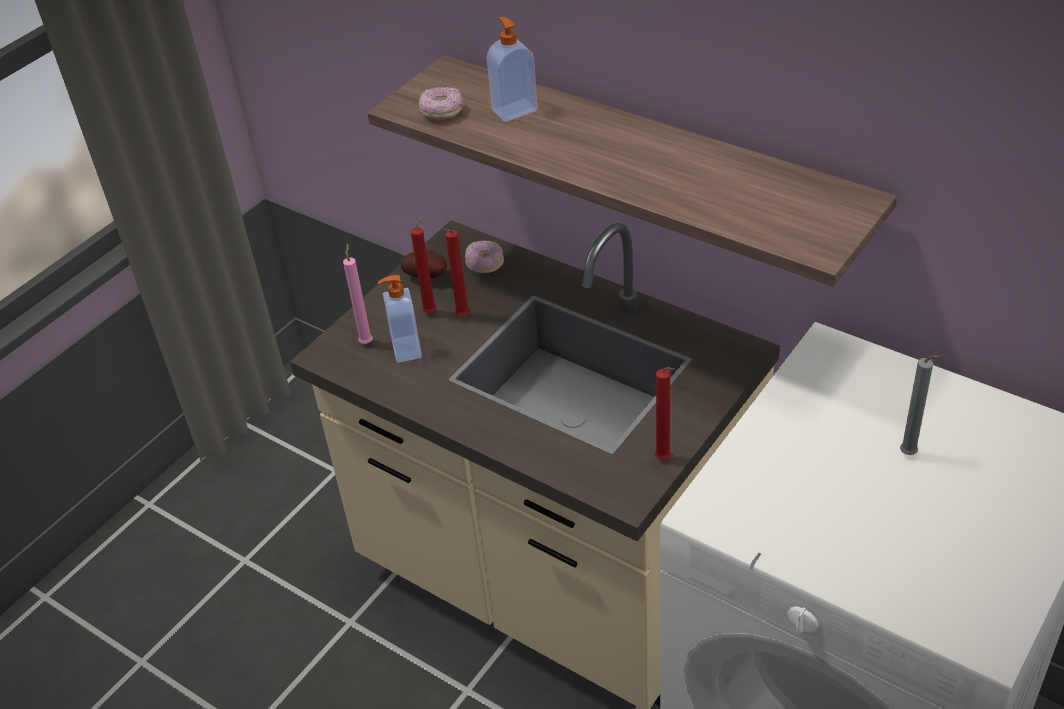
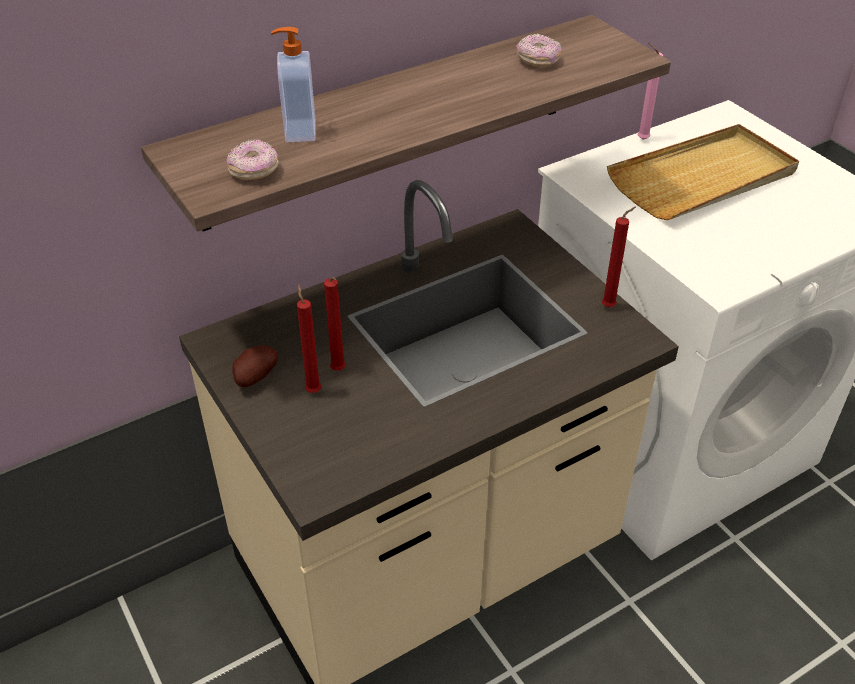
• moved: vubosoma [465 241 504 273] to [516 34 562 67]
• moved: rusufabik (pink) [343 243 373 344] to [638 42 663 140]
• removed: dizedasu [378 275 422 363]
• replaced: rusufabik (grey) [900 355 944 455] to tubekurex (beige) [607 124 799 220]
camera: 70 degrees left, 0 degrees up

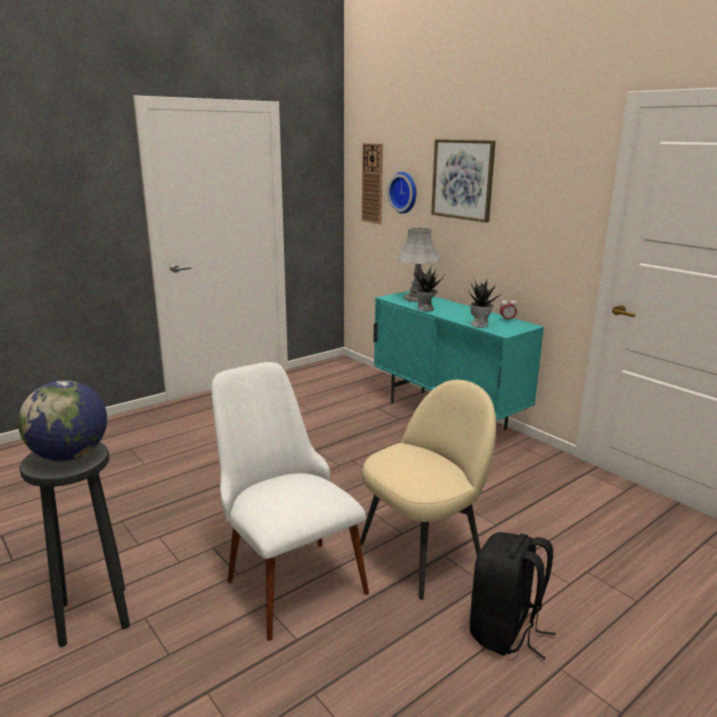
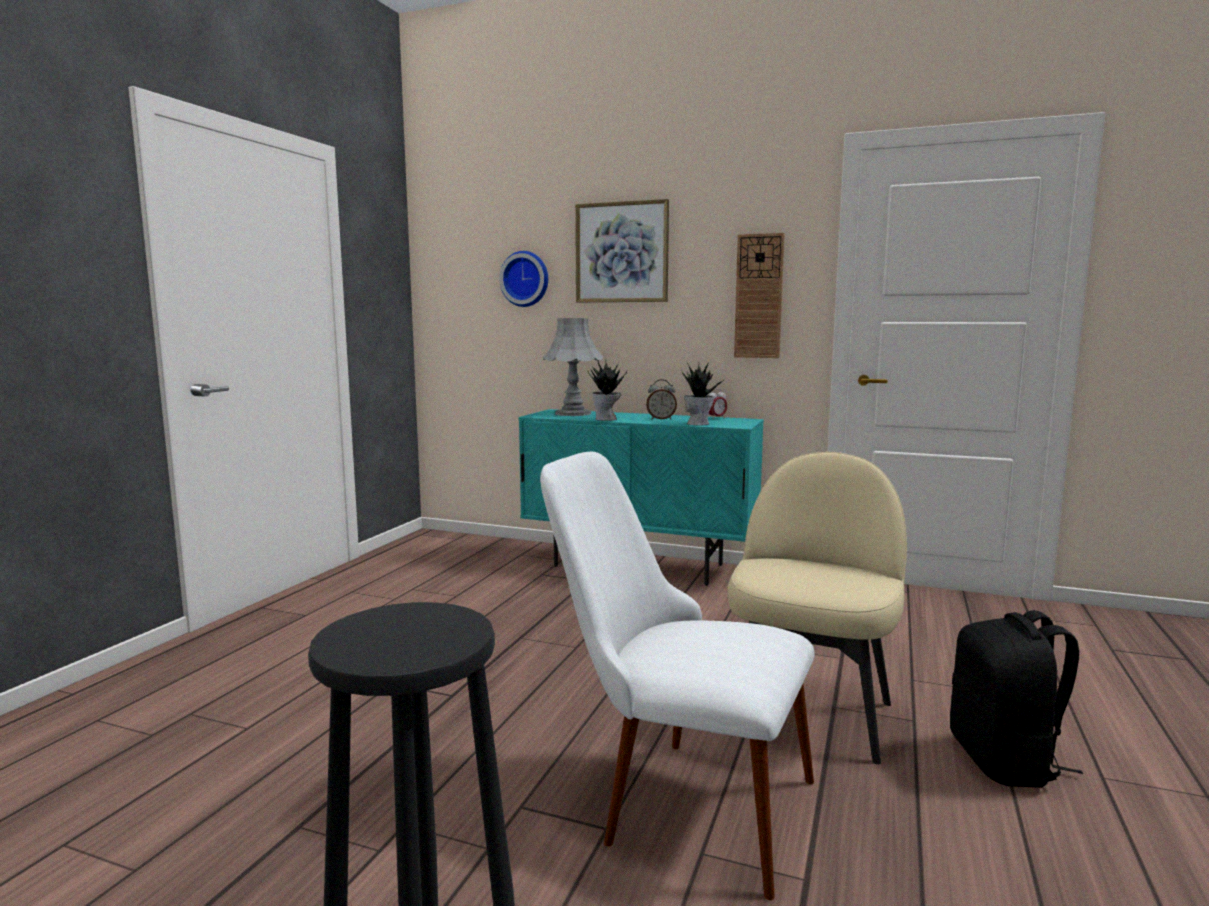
• moved: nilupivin [362 143 383 224] to [734 233 785 358]
• removed: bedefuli [18 380 107 461]
• added: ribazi [646 379 677 419]
camera: 30 degrees left, 10 degrees down

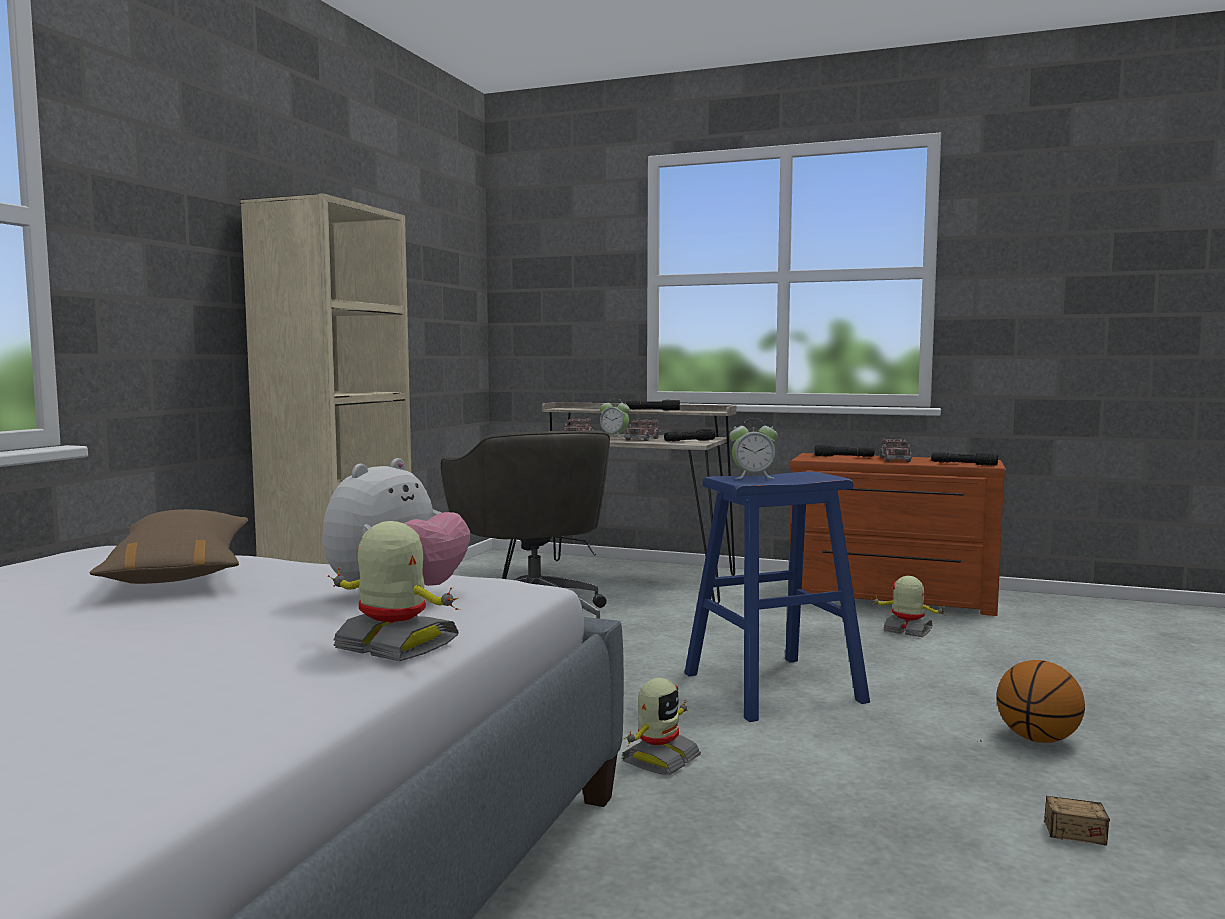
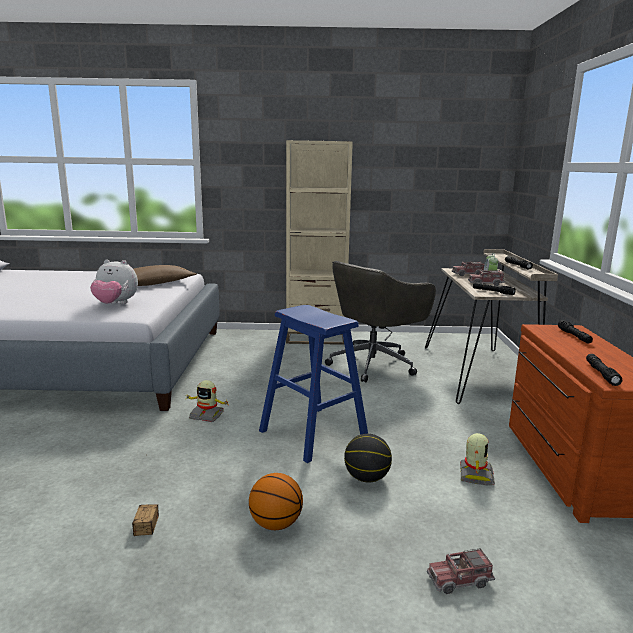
• removed: ribazi [730 418 778 479]
• moved: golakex [879 437 912 462] to [427 548 495 594]
• removed: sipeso [328 521 459 661]
• added: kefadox [344 434 392 483]
camera: 70 degrees right, 10 degrees up

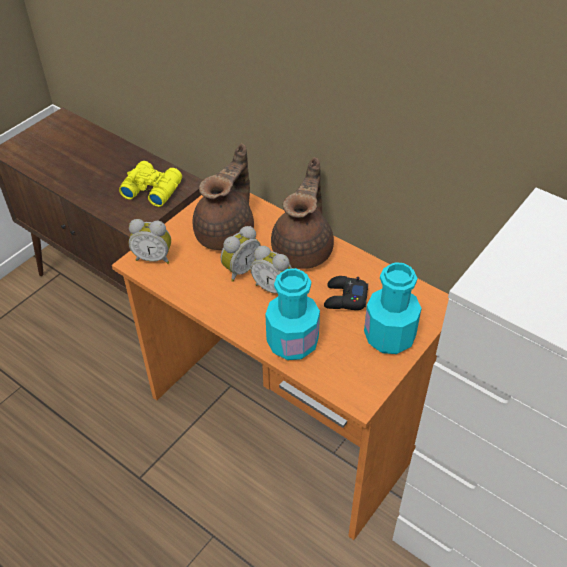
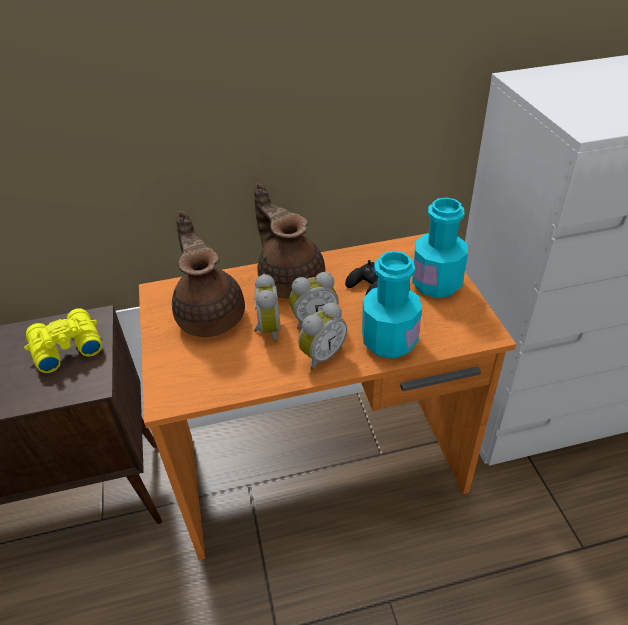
• moved: ribazi [128 219 171 264] to [298 302 347 370]
camera: 50 degrees left, 5 degrees down

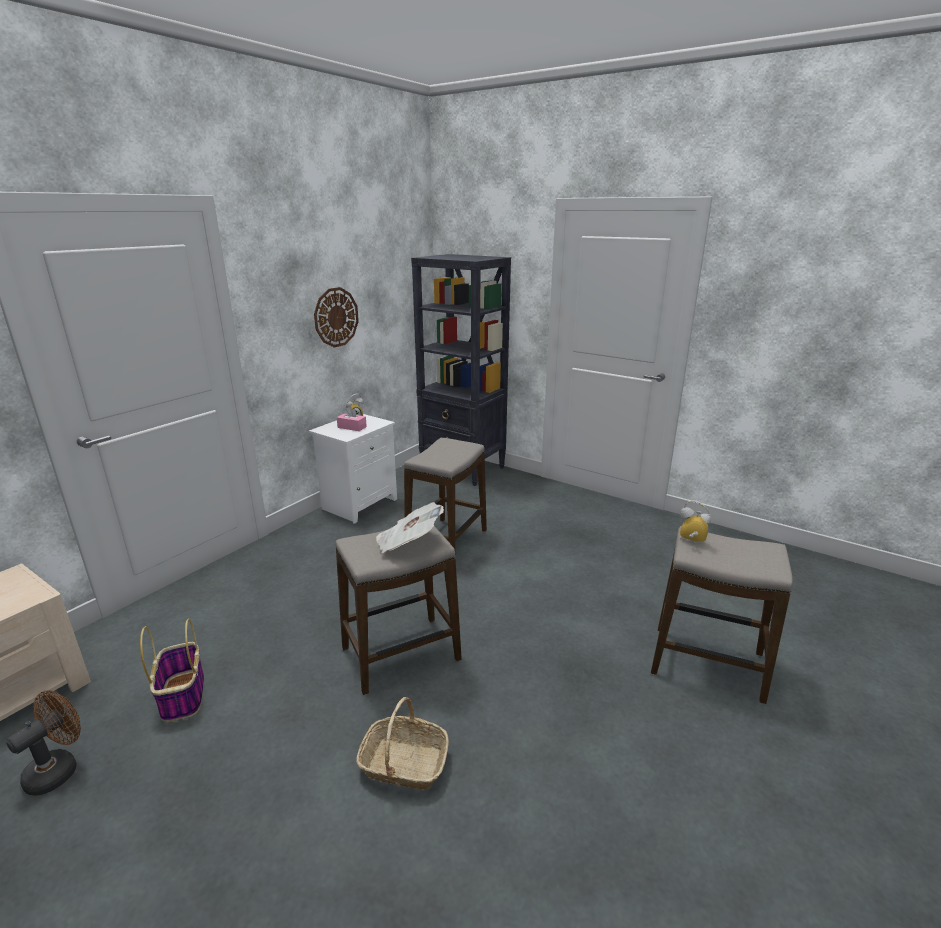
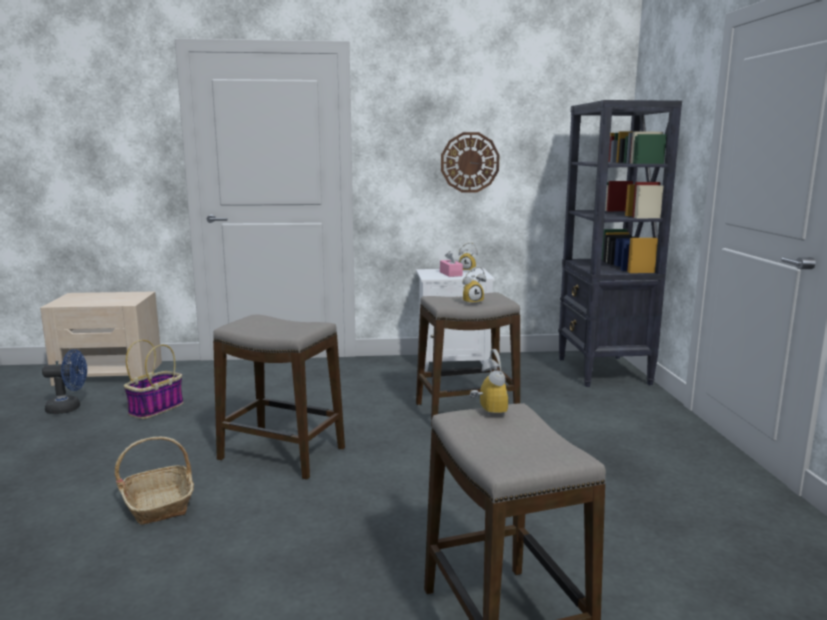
• removed: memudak [376 502 444 553]
• recoloured: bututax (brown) [6 690 81 796] to bututax (blue) [42 349 87 414]
• added: ribazi [463 266 486 304]
camera: 50 degrees right, 10 degrees down

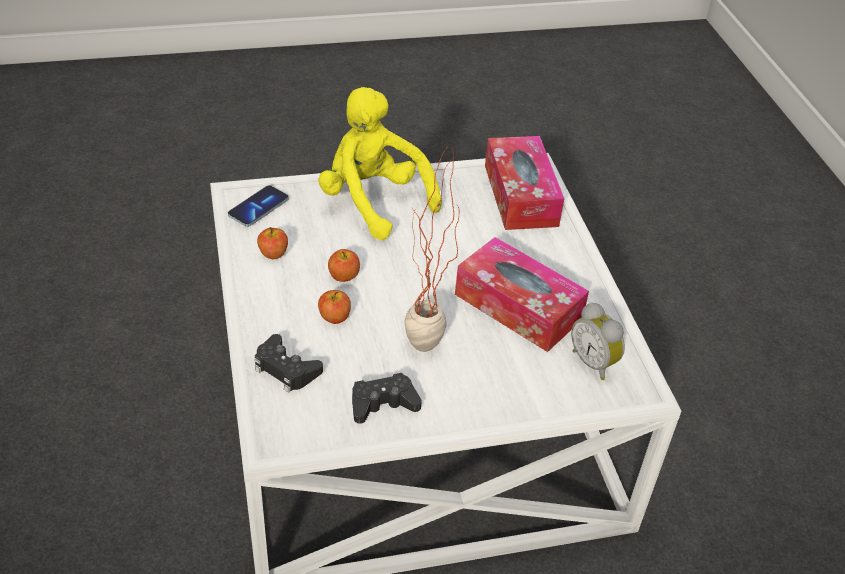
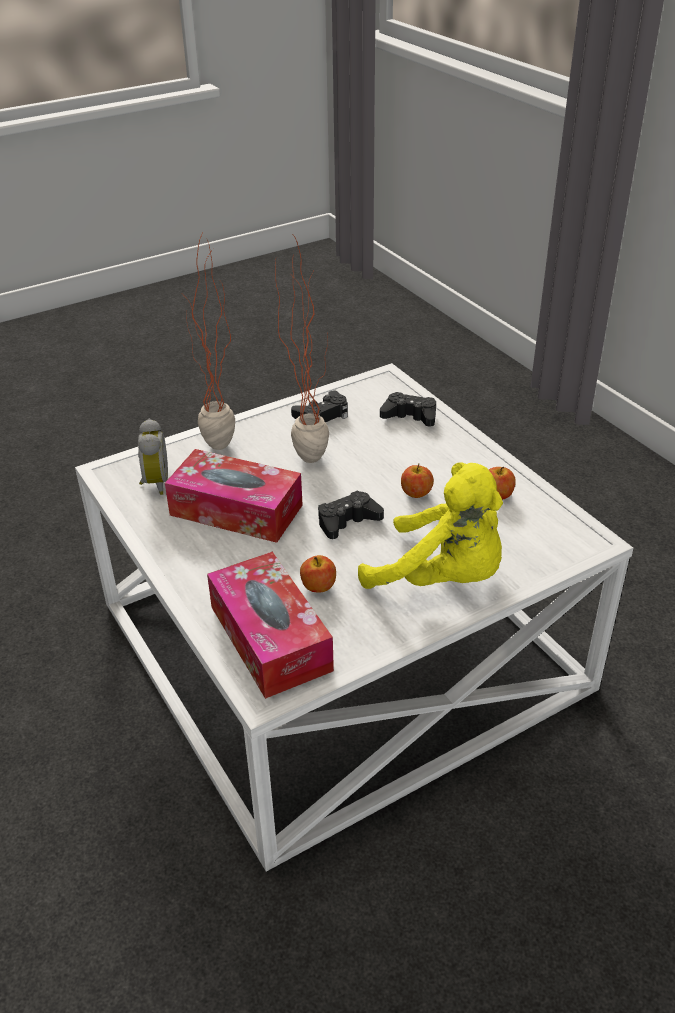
• removed: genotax [228 185 289 227]
• moved: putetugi [318 290 351 324] to [300 555 336 593]
• turned: ribazi [571 302 625 380] = [138 419 168 495] 45 degrees clockwise
• added: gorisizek [185 233 235 450]
• added: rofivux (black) [318 490 384 539]
camera: 165 degrees right, 5 degrees down

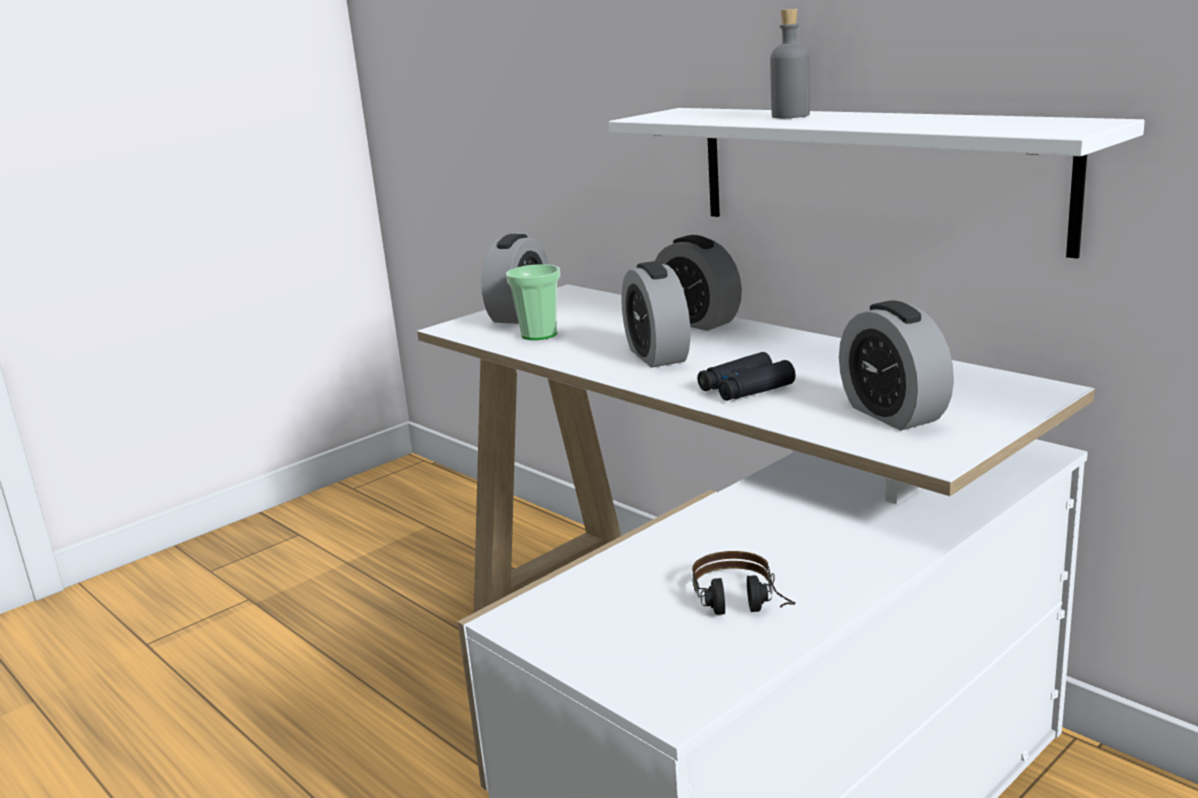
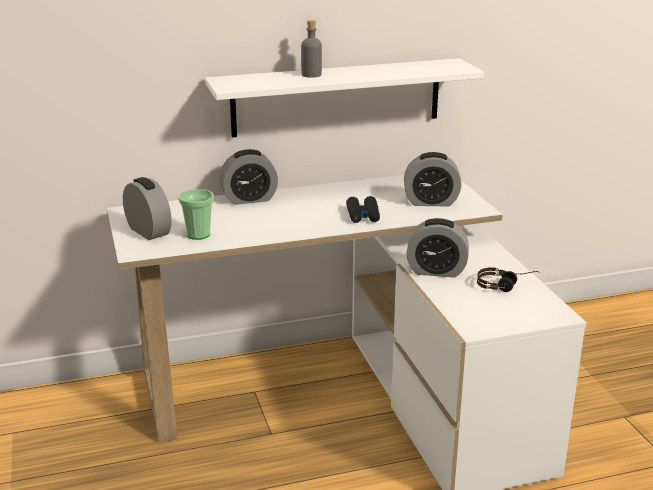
• moved: ribazi [621 261 690 368] to [406 218 469 278]
camera: 65 degrees left, 5 degrees up

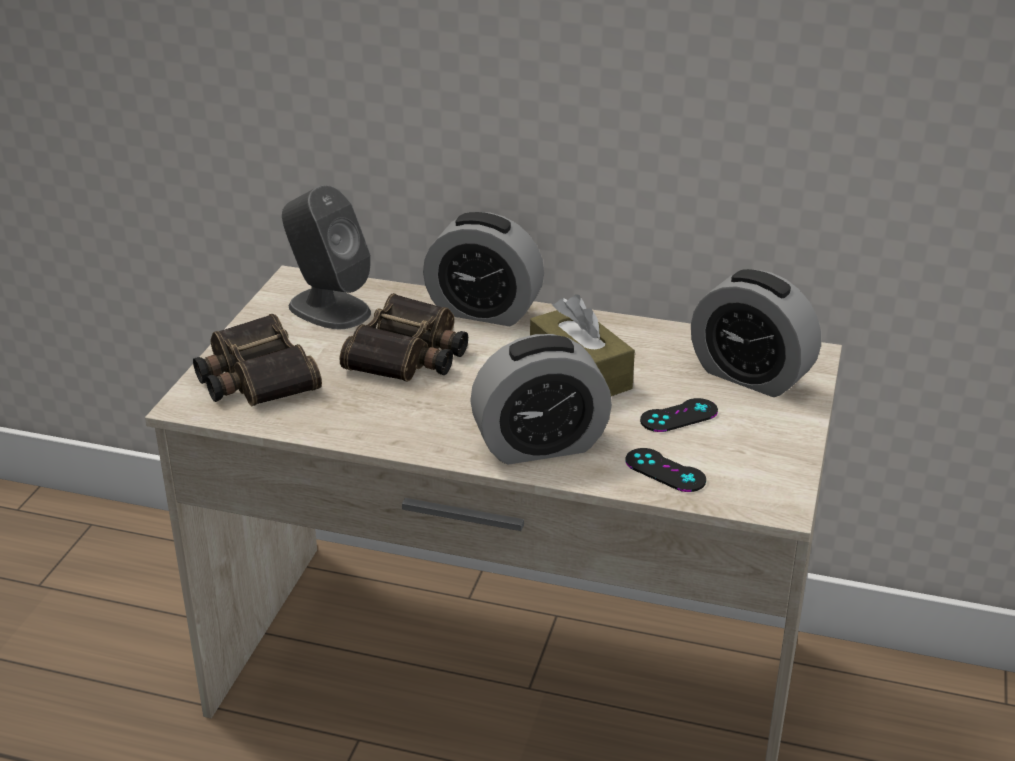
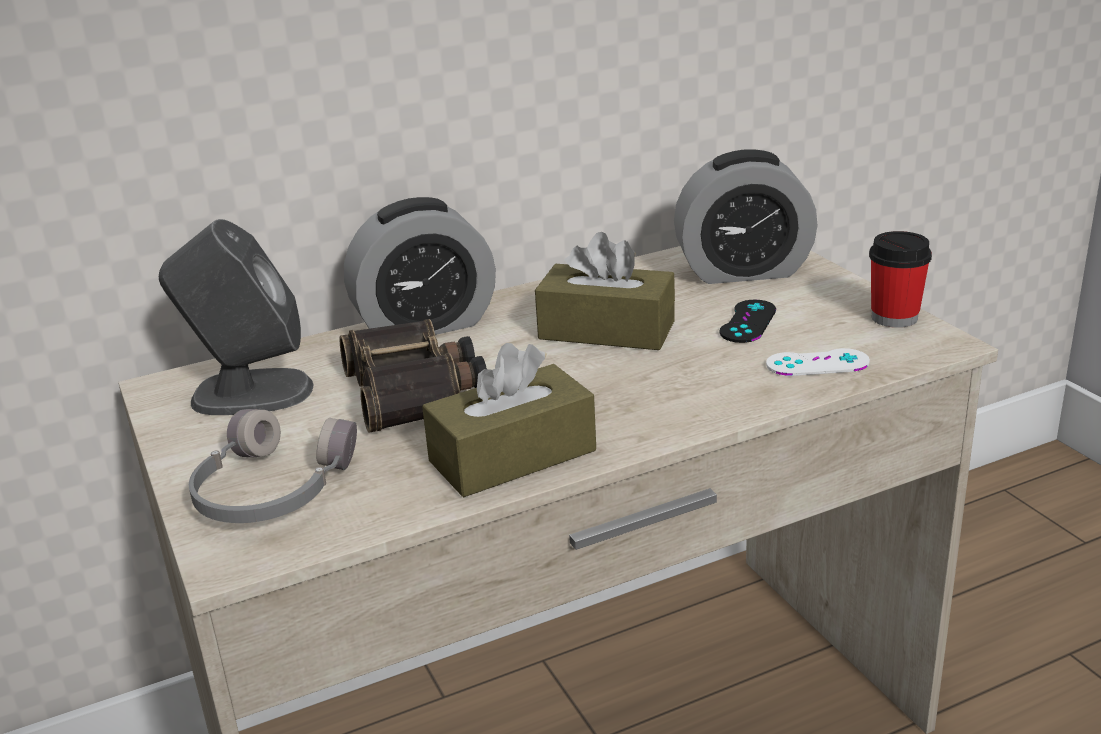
• replaced: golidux [193 314 322 406] to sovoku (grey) [189 409 357 523]
• removed: ribazi [470 334 612 465]
• recoloured: rofivux (black) [626 448 706 492] to rofivux (white) [766 348 870 376]
• added: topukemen [869 231 932 328]
• added: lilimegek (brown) [422 343 596 497]
camera: 40 degrees left, 5 degrees down

